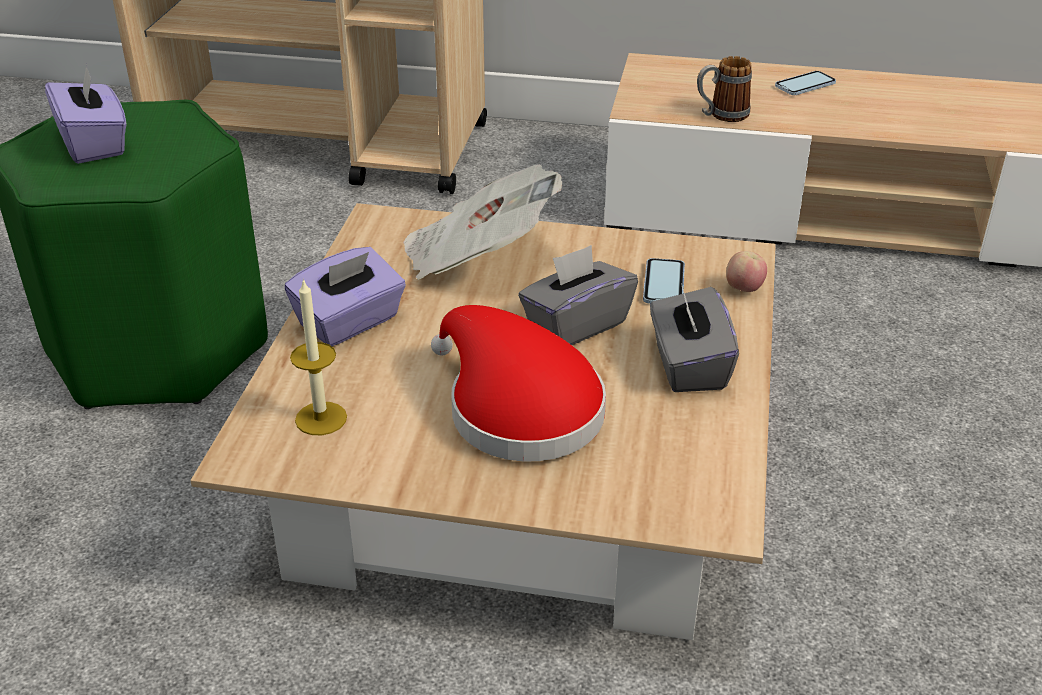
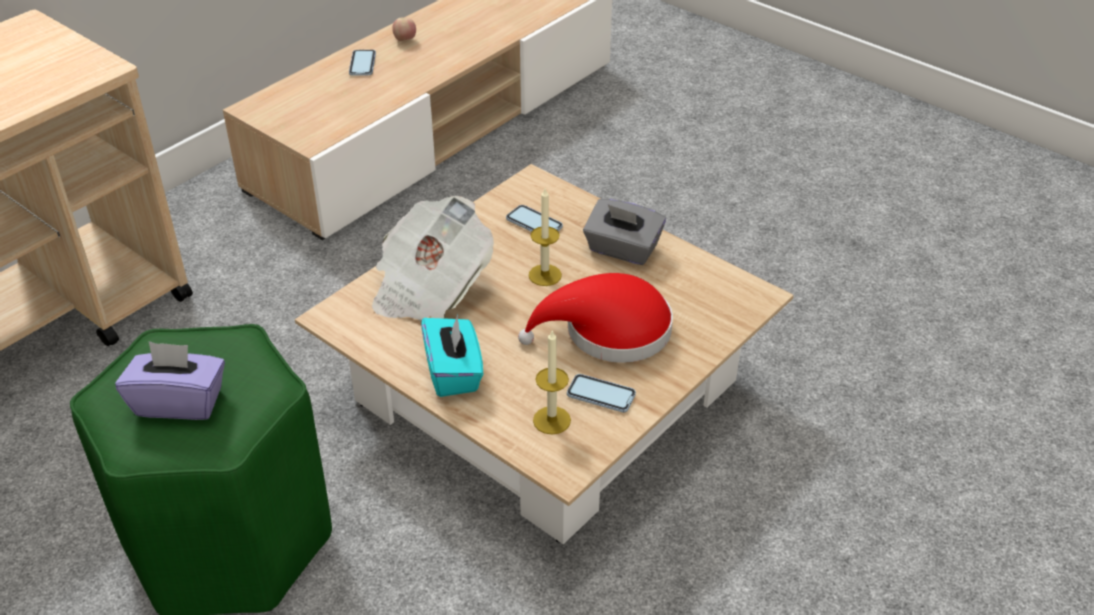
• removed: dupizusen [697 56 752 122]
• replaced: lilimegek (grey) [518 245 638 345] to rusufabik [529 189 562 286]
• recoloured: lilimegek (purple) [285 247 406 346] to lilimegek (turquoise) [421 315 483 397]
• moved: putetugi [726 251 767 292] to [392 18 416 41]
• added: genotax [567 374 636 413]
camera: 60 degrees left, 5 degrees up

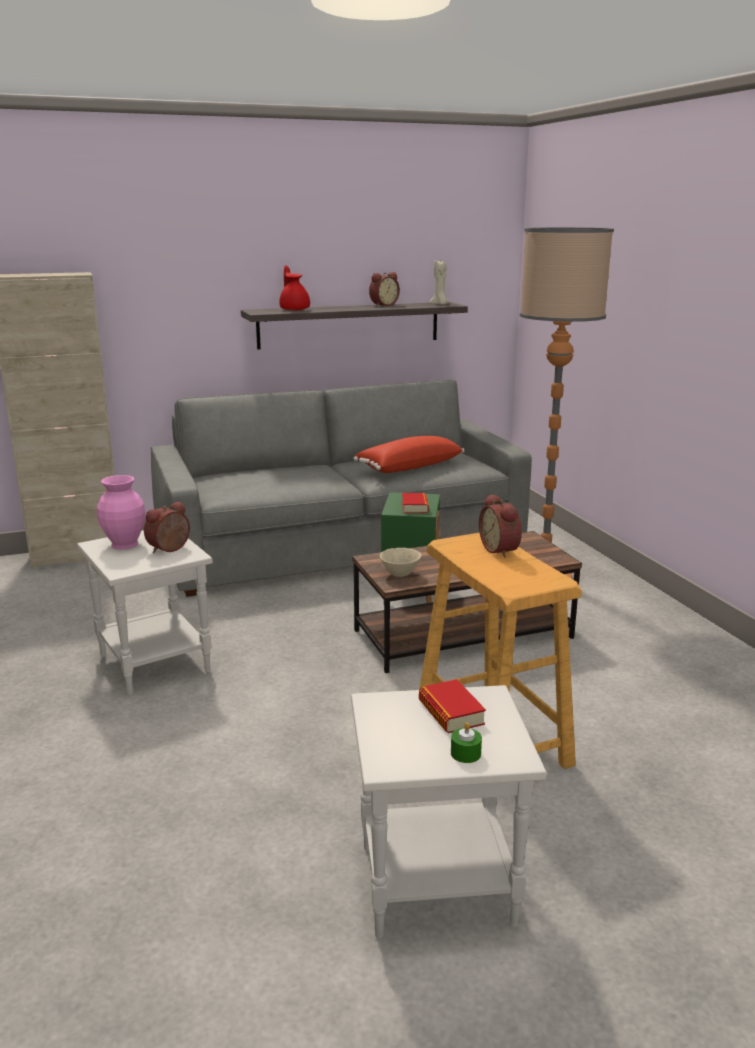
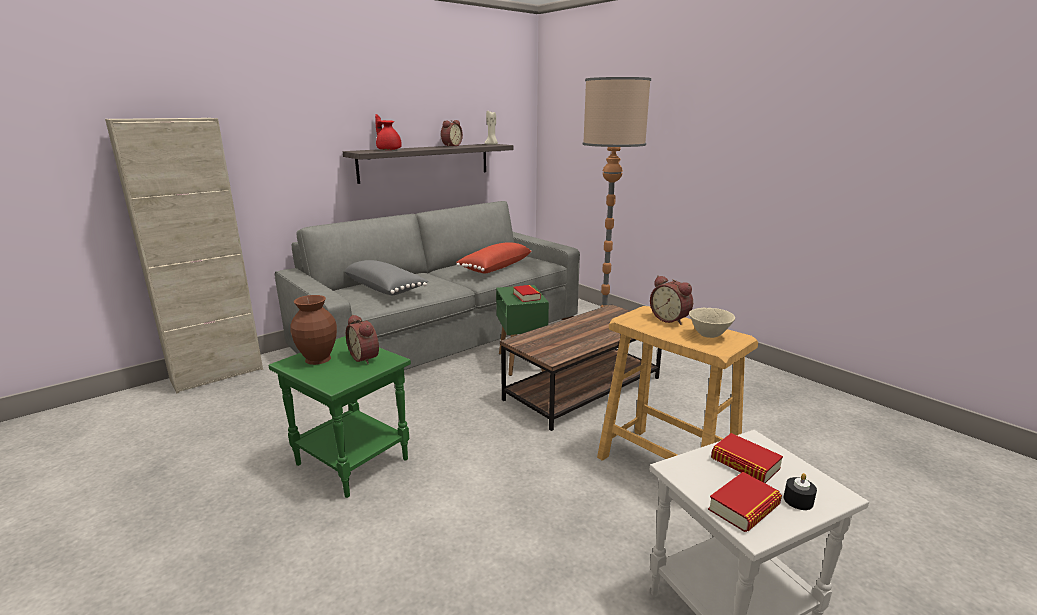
• recoloured: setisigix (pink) [97 475 145 550] to setisigix (brown) [290 295 337 365]
• turned: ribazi [144 501 190 553] = [346 315 379 364] 60 degrees counterclockwise
• recoloured: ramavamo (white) [77 530 213 695] to ramavamo (green) [268 336 411 498]
• moved: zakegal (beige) [380 548 421 577] to [689 308 735 338]
• recoloured: rusufabik (green) [451 722 482 763] to rusufabik (black) [783 473 817 510]
• added: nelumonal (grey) [345 260 428 295]
• added: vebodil [708 472 782 532]
camera: 20 degrees left, 0 degrees up

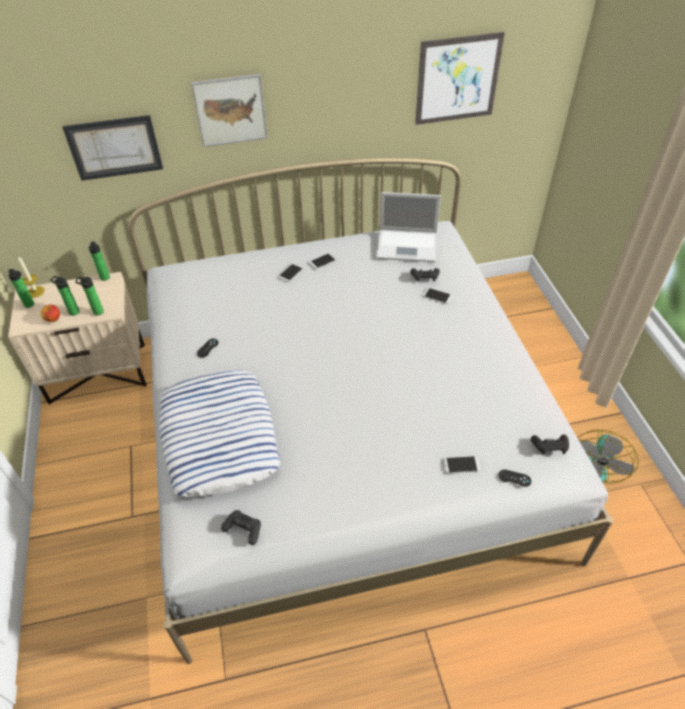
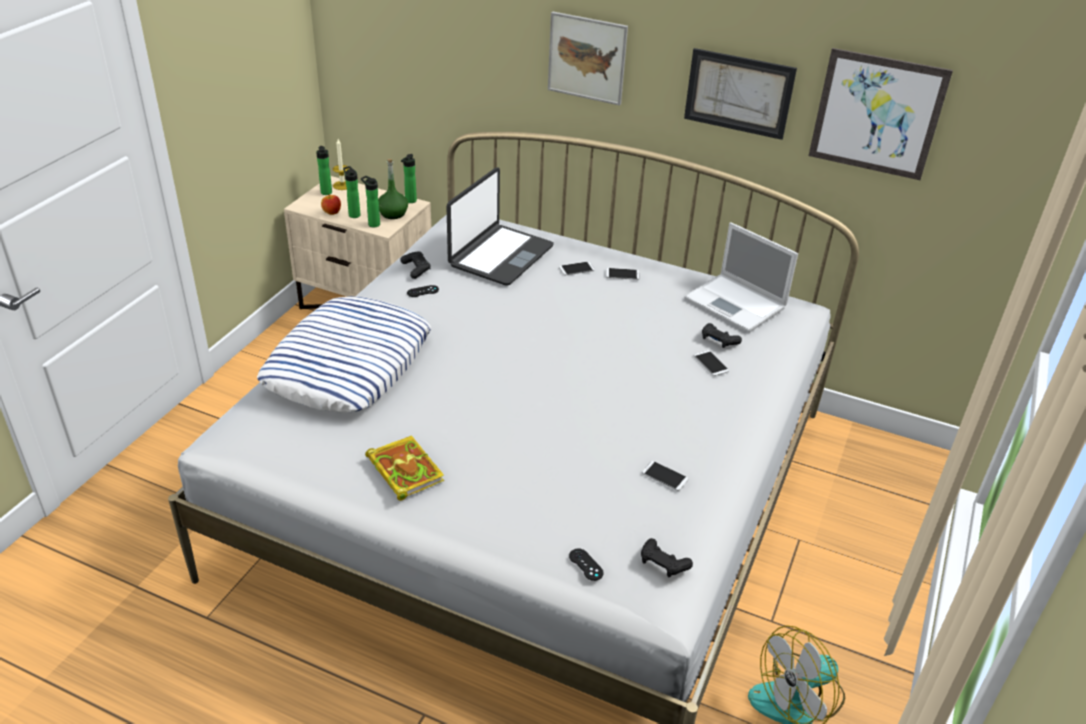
• moved: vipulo [62 115 163 181] to [684 48 797 140]
• moved: genotax [444 456 480 473] to [642 461 688 491]
• moved: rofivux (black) [221 510 261 545] to [400 251 431 279]
• added: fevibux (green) [378 159 408 219]
• added: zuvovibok [446 168 554 285]
• added: vebodil [365 435 444 501]
camera: 35 degrees right, 10 degrees down

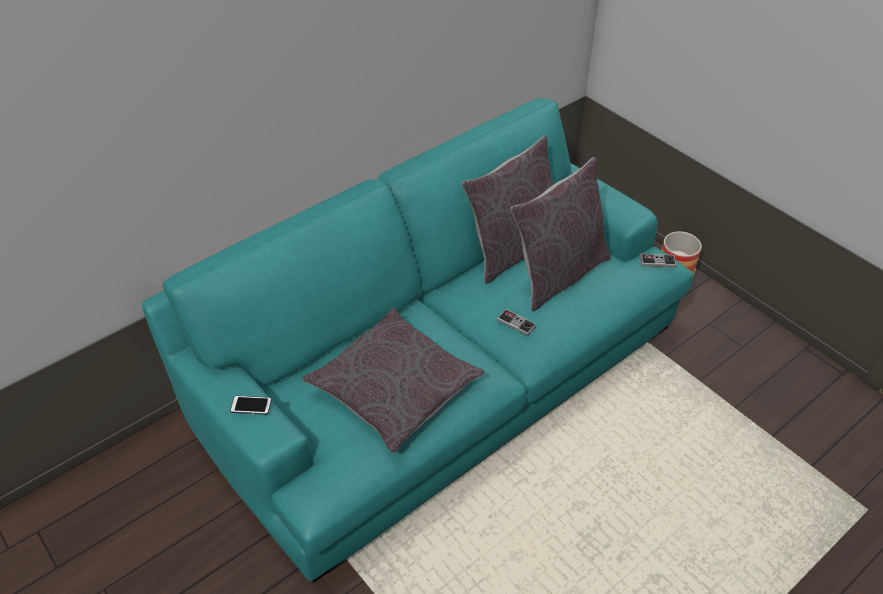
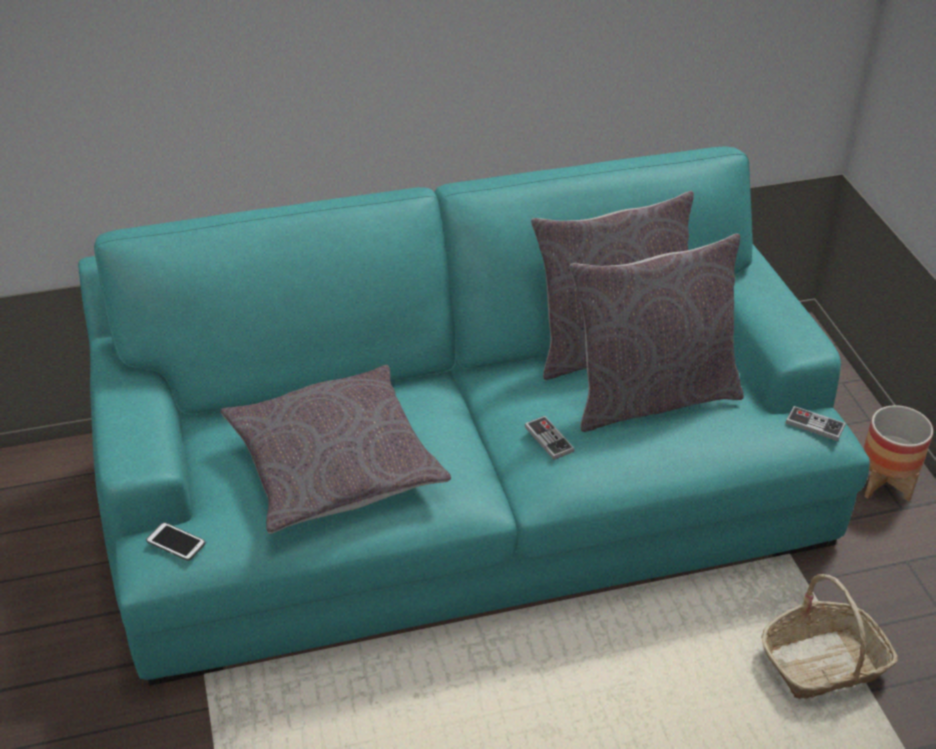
• moved: genotax [230 396 272 415] to [146 522 205 561]
• added: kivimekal [761 574 898 699]
camera: 25 degrees right, 5 degrees down

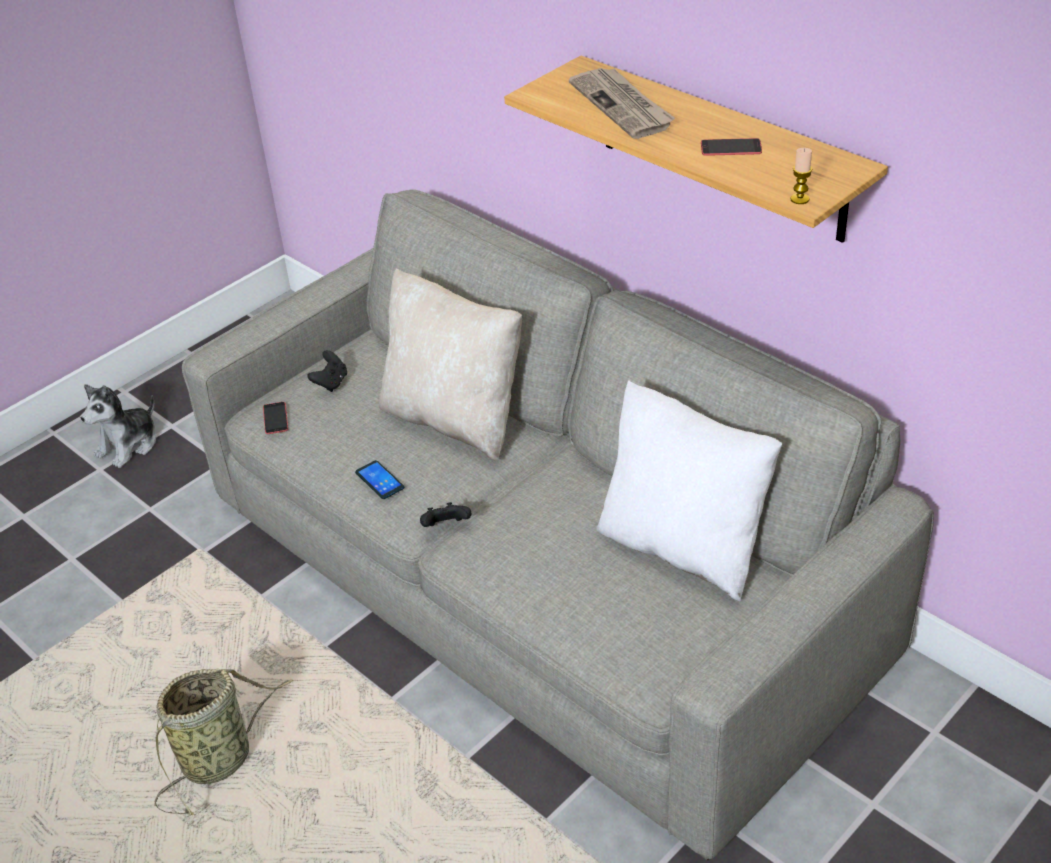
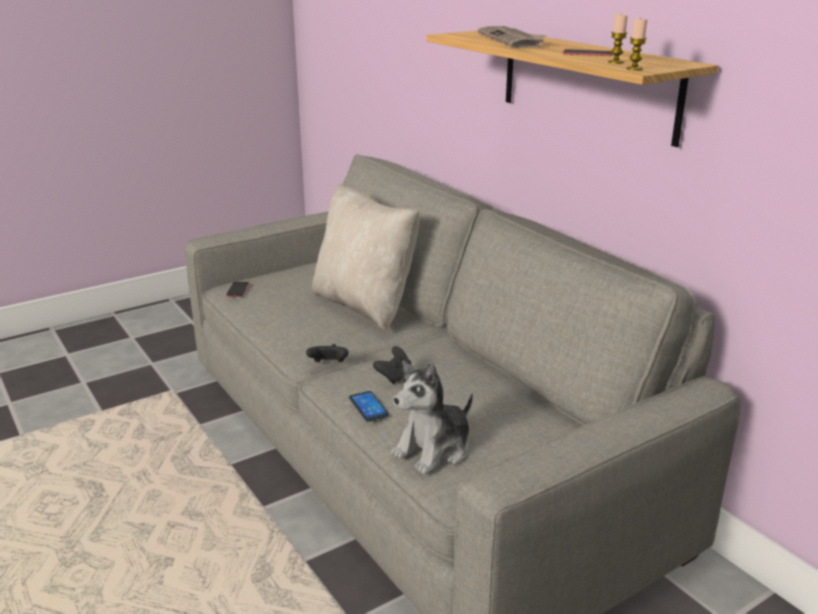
• moved: rofivux (black) [307 350 347 392] to [373 346 412 384]
• removed: nelumonal (white) [597 380 782 601]
• moved: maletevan [80 384 156 468] to [391 361 473 474]
• moved: genotax [355 460 404 499] to [349 391 389 422]
• removed: kivimekal [154 668 293 816]
• added: rusufabik [608 13 628 64]
camera: 10 degrees right, 15 degrees down

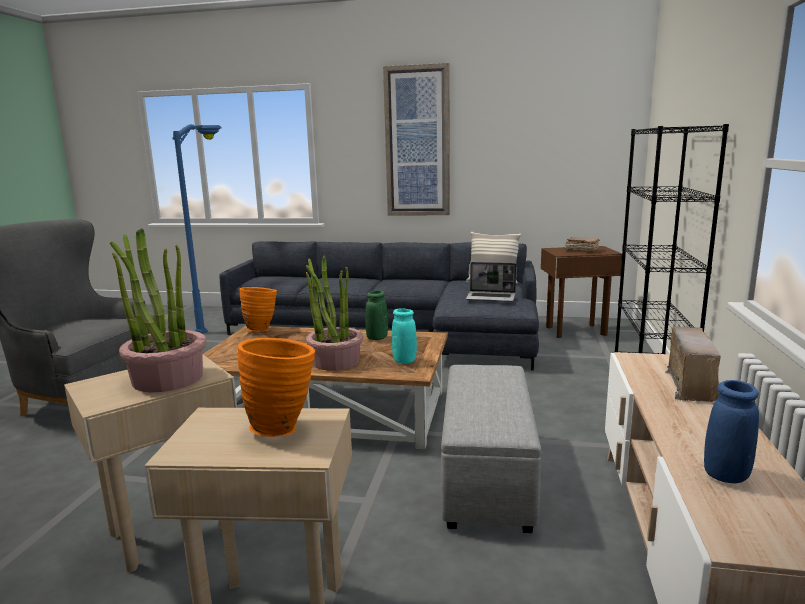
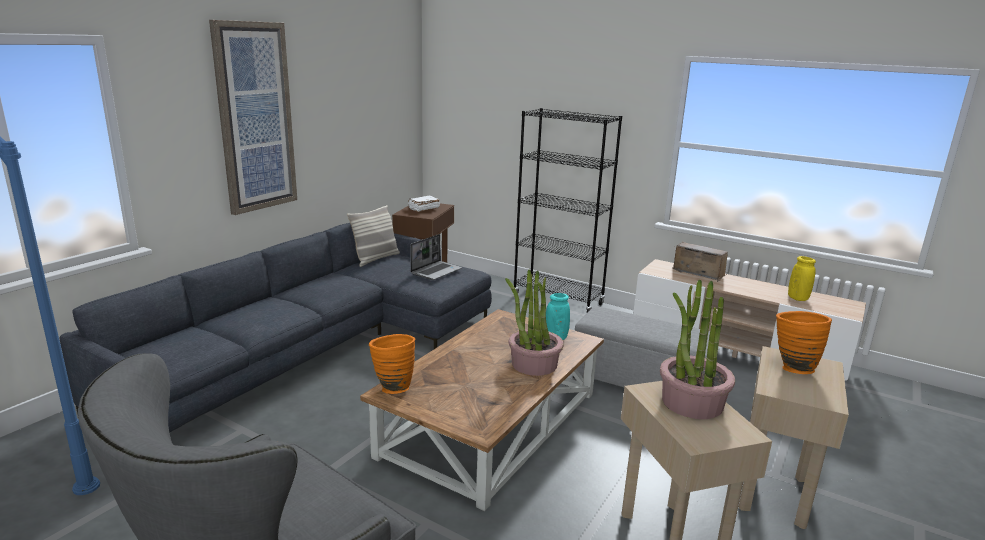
• recoloured: vebodil (brown) [565 237 600 251] to vebodil (white) [408 196 440 212]
• removed: setisigix (green) [365 291 388 340]
• recoloured: setisigix (blue) [704 380 759 483] to setisigix (yellow) [788 256 816 301]
camera: 70 degrees left, 5 degrees up

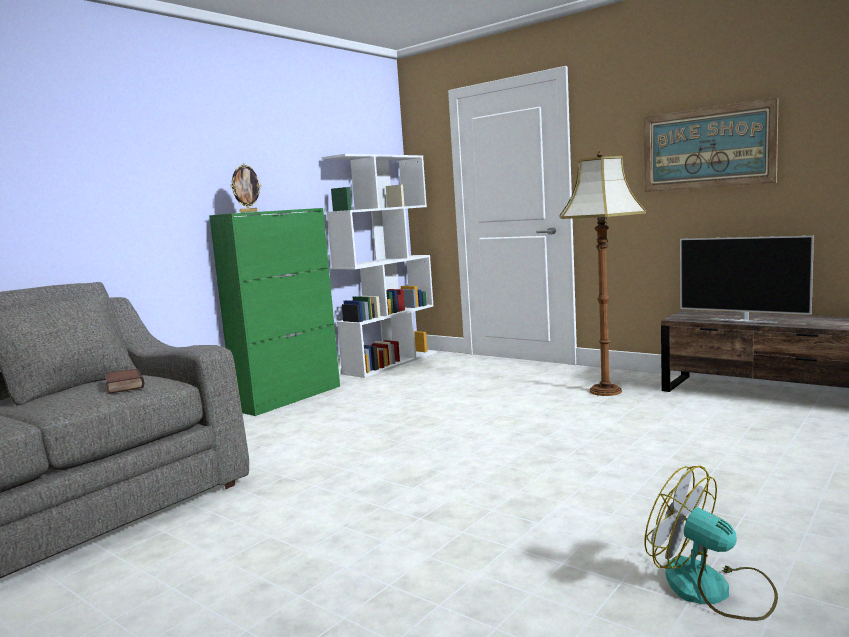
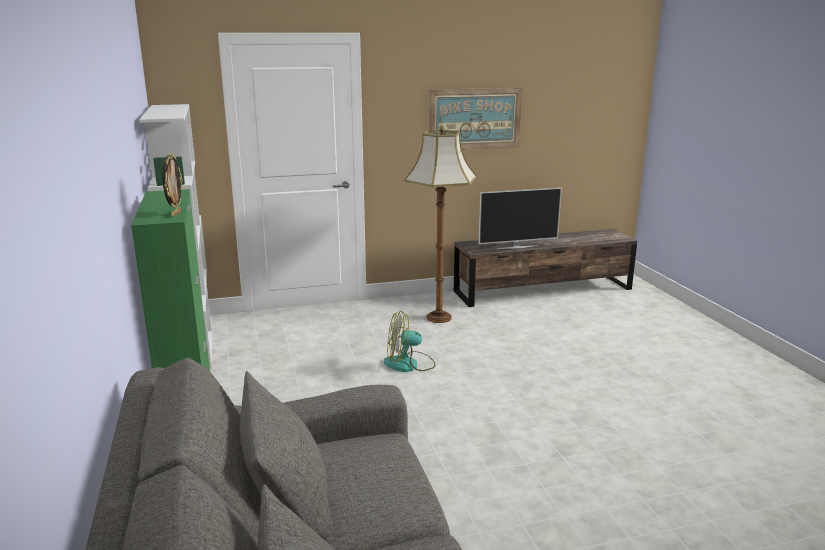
• removed: vebodil [105 368 144 394]
• moved: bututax [645 466 778 621] to [384 311 435 372]
camera: 55 degrees left, 10 degrees up

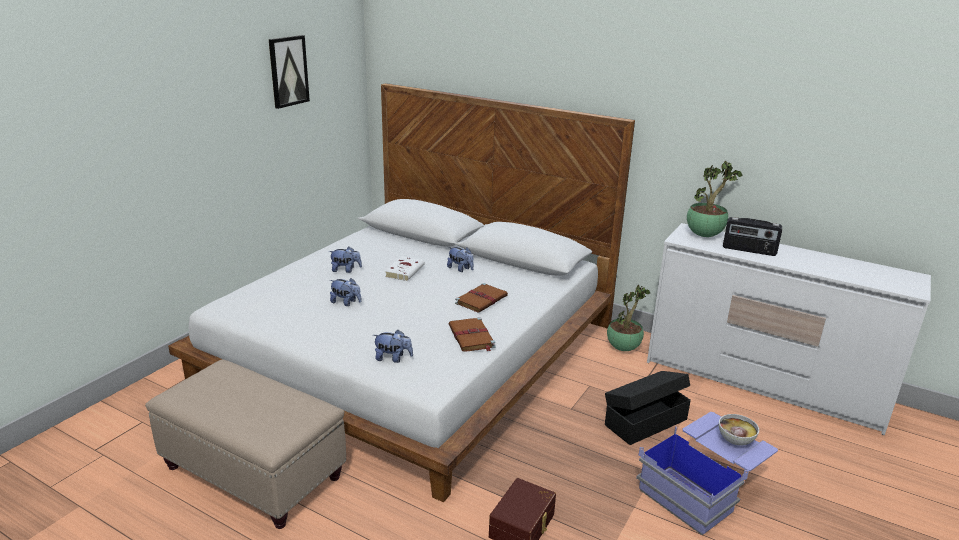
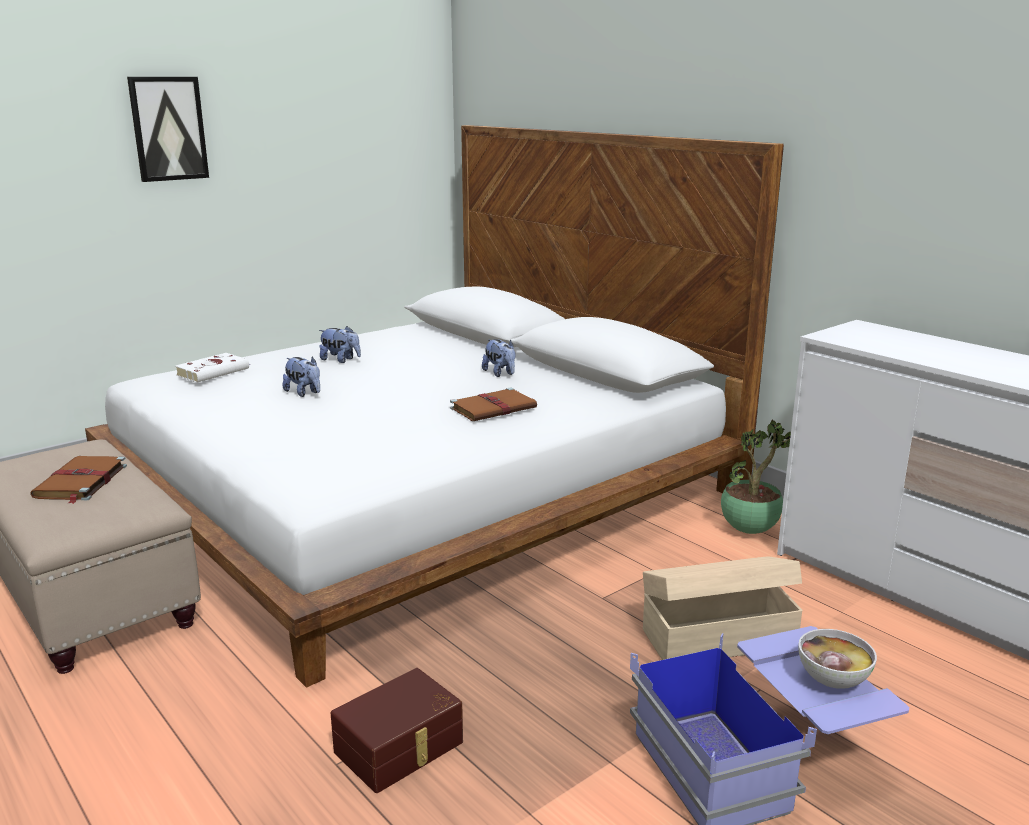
• moved: vipulo [269 35 310 109] to [127 77 209 182]
• removed: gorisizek [687 161 742 237]
• removed: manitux [723 217 782 256]
• moved: vebodil (white) [385 256 425 281] to [175 353 249 383]
• moved: vebodil (brown) [449 317 496 352] to [30 456 127 504]
• removed: maletevan [373 330 413 363]
• recoloured: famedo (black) [605 371 691 445] to famedo (beige) [643 556 803 660]
camera: 20 degrees right, 5 degrees down

